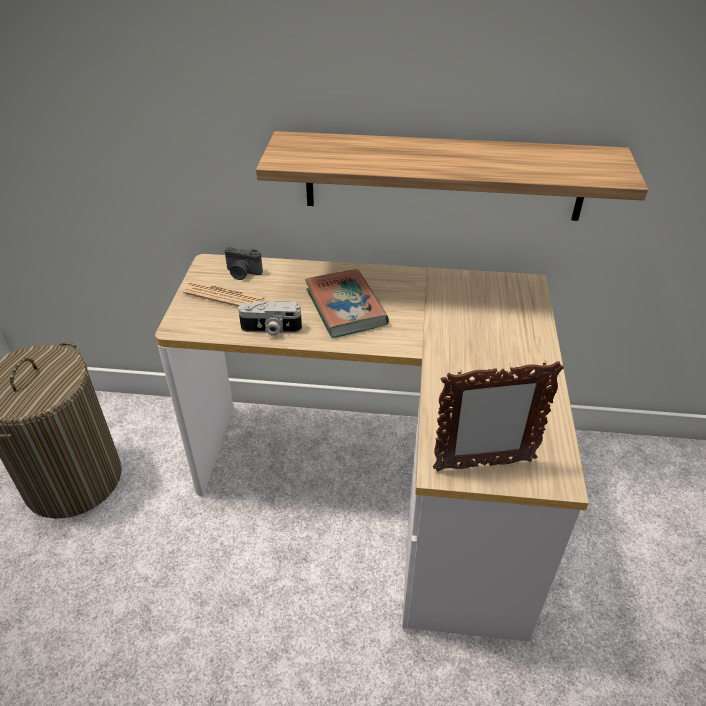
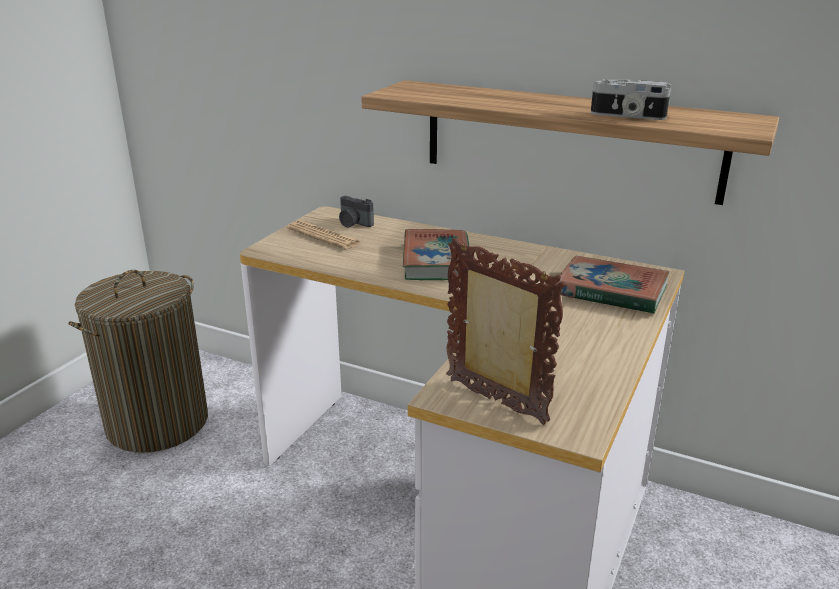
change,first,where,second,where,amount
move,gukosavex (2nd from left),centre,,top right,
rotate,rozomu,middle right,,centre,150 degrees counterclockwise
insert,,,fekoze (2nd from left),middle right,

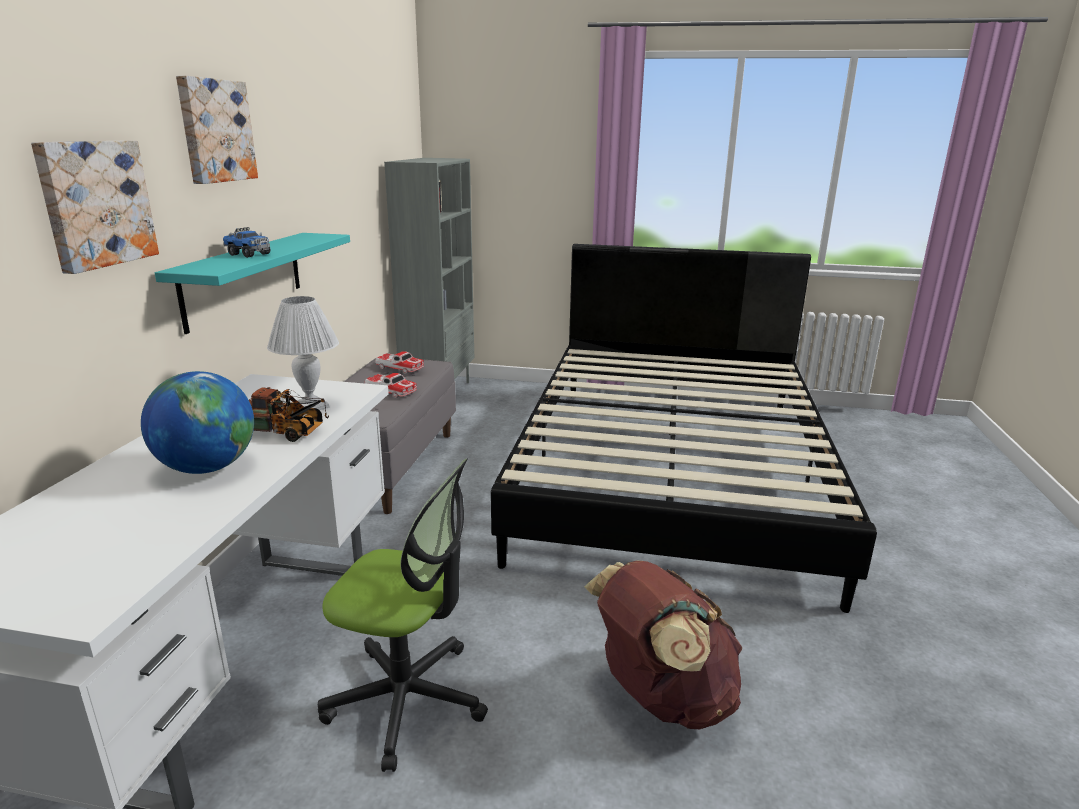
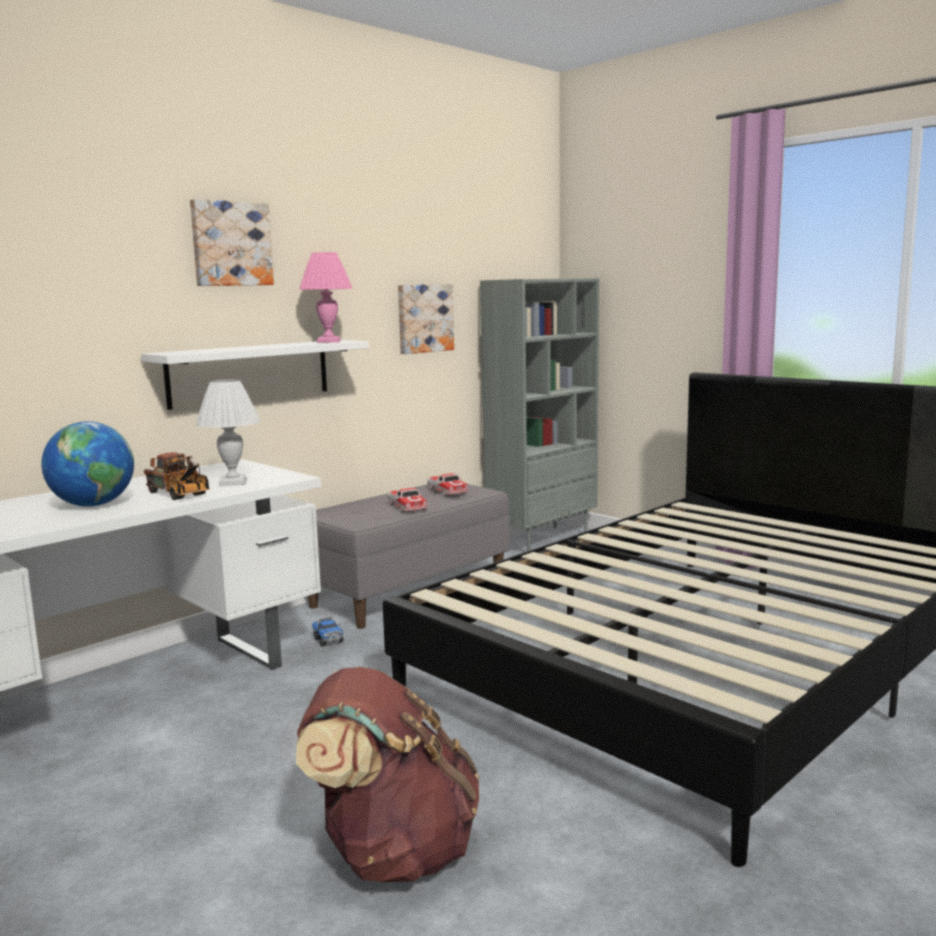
change,first,where,second,where,amount
move,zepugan (1st from left in the first image),top left,zepugan (2nd from left),centre,
recolor,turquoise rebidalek,middle left,white rebidalek,middle left,
move,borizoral (1st from left in the first image),top left,borizoral (2nd from left),bottom centre,
delete,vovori,bottom centre,,,
insert,,,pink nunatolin,top centre,

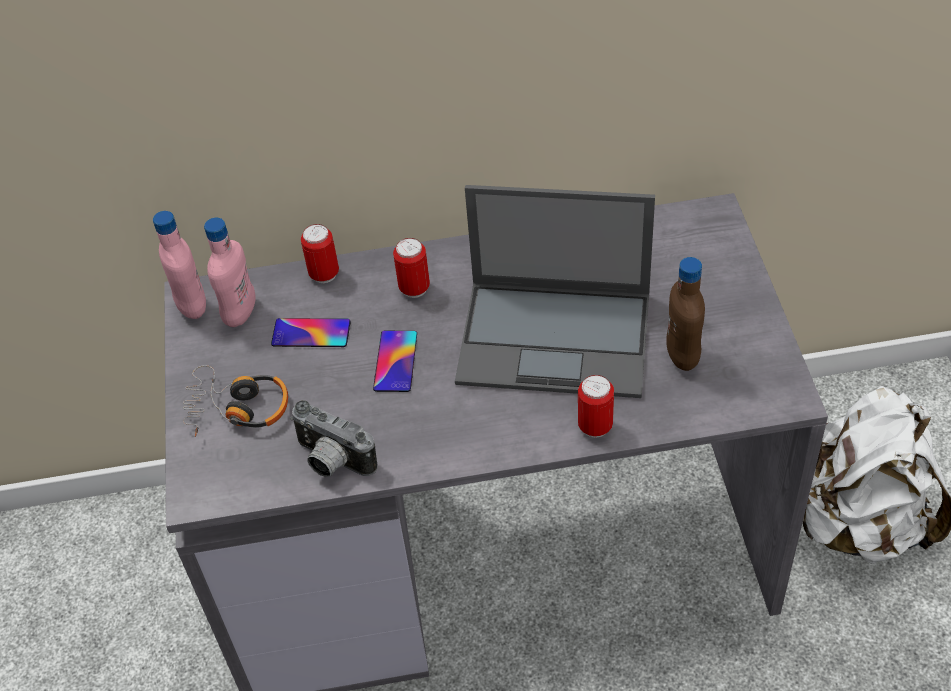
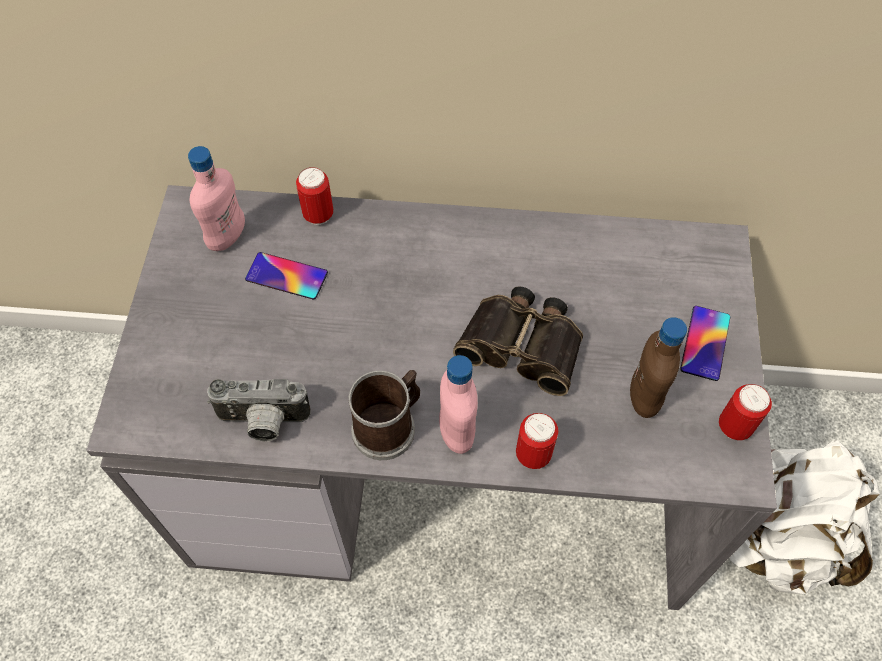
change,first,where,second,where,amount
move,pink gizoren (1st from left in the first image),middle left,pink gizoren (2nd from left),centre,
delete,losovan,middle left,,,
rotate,gukosavex,centre,,middle left,45 degrees counterclockwise
move,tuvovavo (2nd from left),centre,,middle right,
move,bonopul (2nd from left in the first image),centre,bonopul (3rd from left),middle right,
replace,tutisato,centre,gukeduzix,centre,
insert,,,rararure,centre,

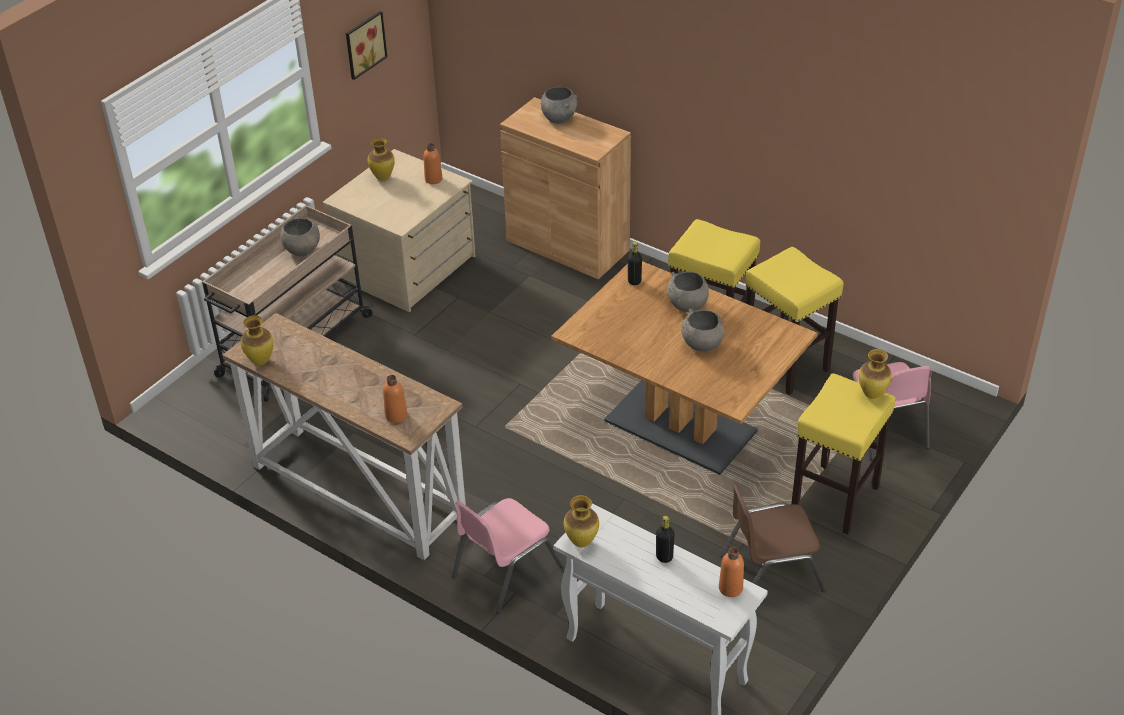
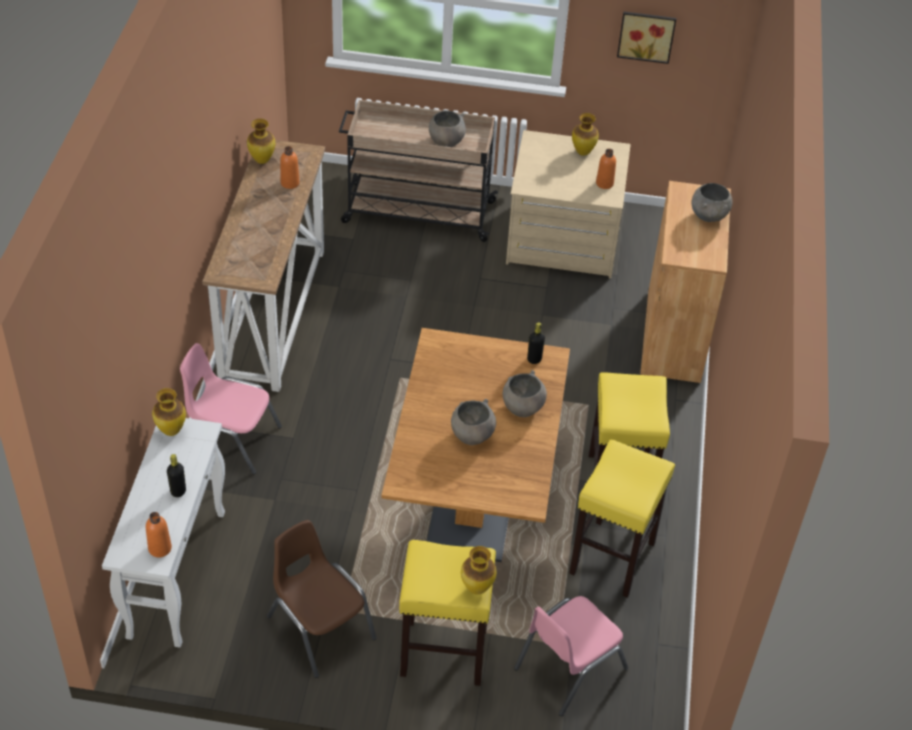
change,first,where,second,where,amount
move,orange gizoren (1st from left in the first image),centre,orange gizoren (2nd from left),top left,

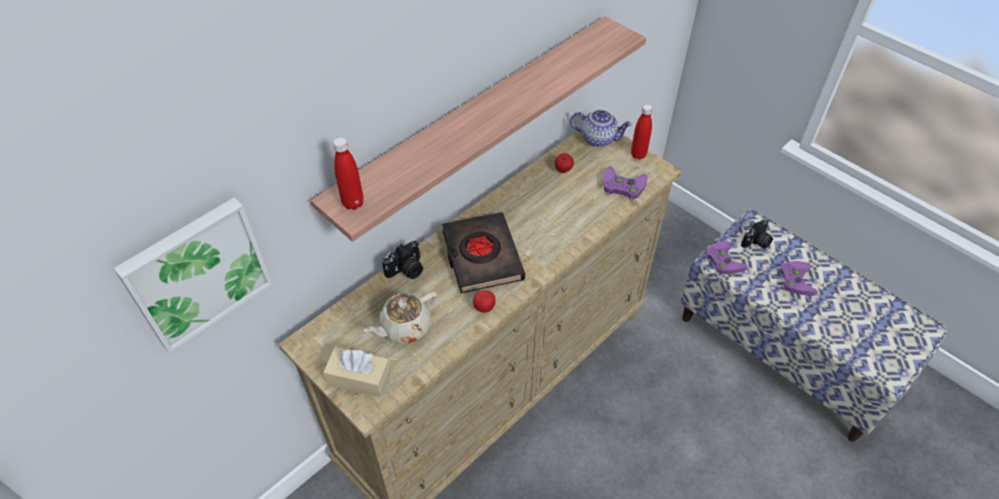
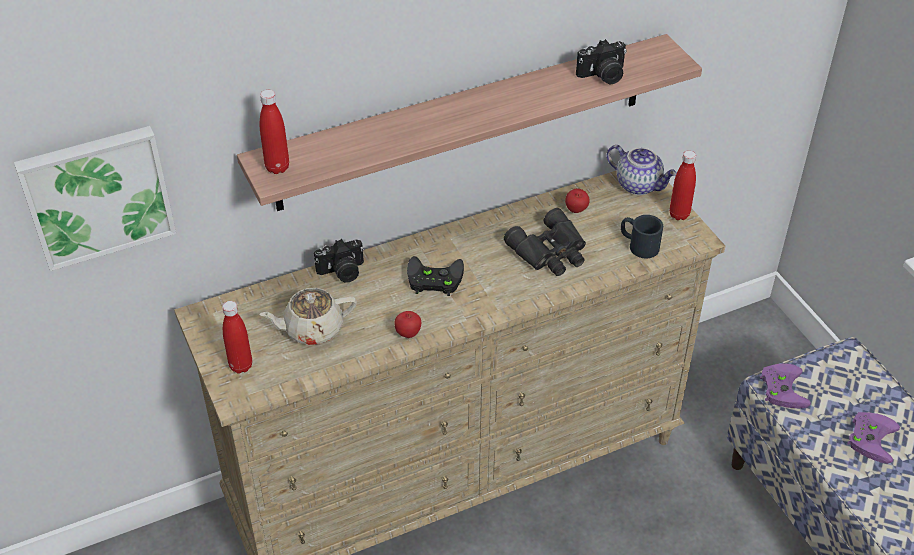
change,first,where,second,where,amount
replace,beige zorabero,bottom centre,red gizoren (1st from left),middle left,
replace,black fekoze,centre,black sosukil,centre,
replace,purple sosukil (1st from left),centre,black rararure,middle right,
move,gukosavex (2nd from left),middle right,,top centre,
insert,,,black gukeduzix,centre,

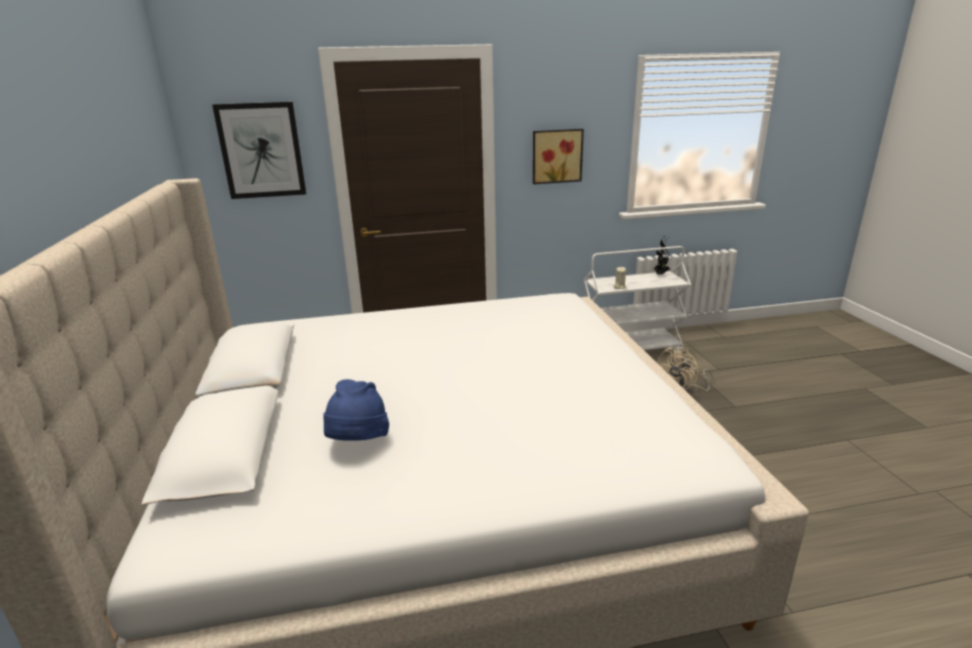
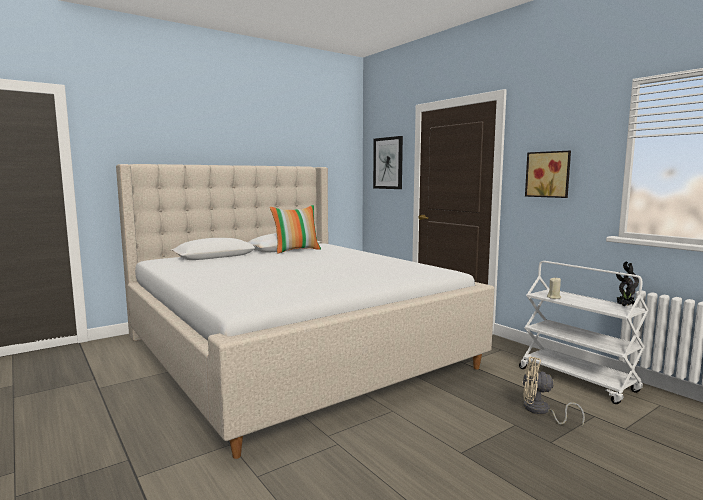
change,first,where,second,where,amount
delete,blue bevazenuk,centre,,,
insert,,,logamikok,centre,

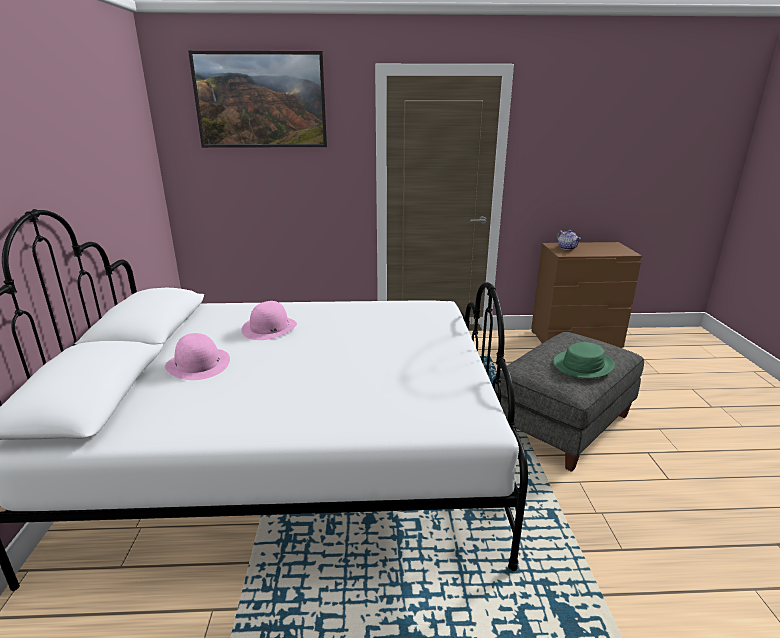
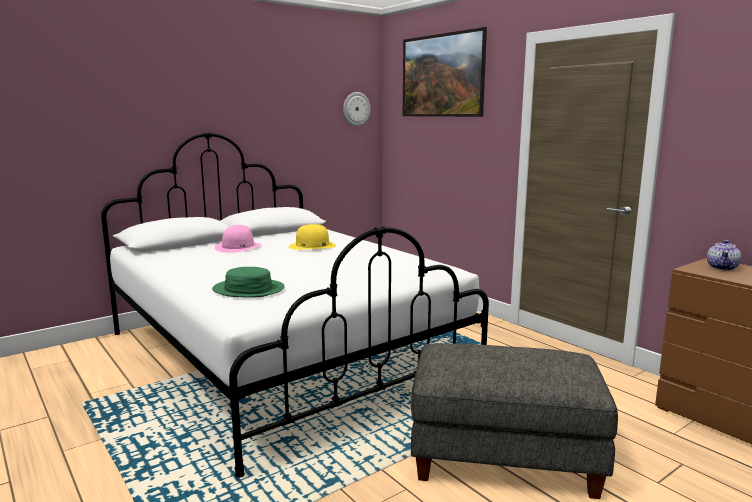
change,first,where,second,where,amount
recolor,pink bevazenuk (2nd from left),centre,yellow bevazenuk,centre,
move,green bevazenuk,middle right,,middle left,
insert,,,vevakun,top centre,

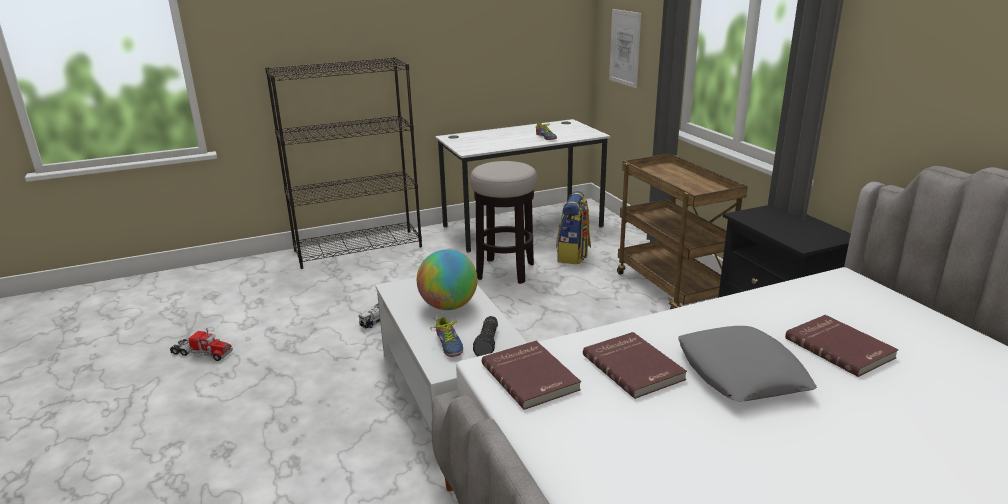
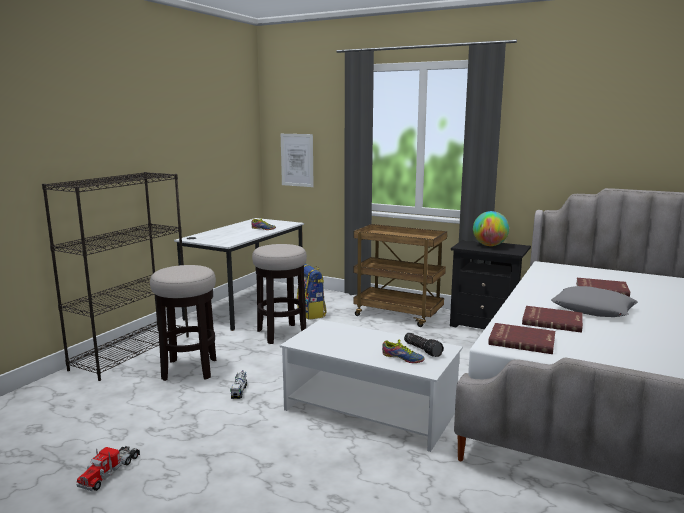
change,first,where,second,where,amount
rotate,borizoral (1st from left),bottom left,,bottom left,135 degrees clockwise
move,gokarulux,centre,,middle right,
insert,,,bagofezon (1st from left),middle left,

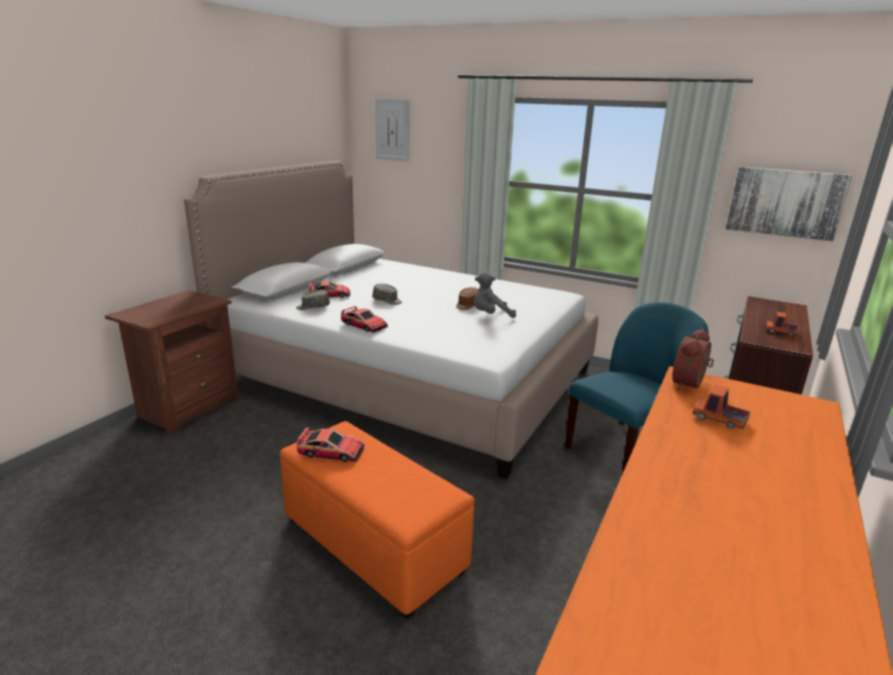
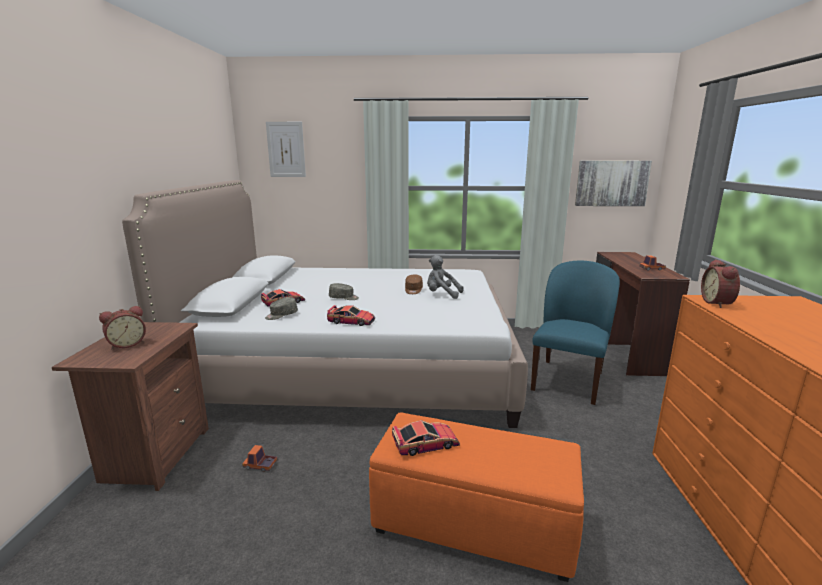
change,first,where,second,where,amount
rotate,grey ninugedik,centre,,centre,60 degrees clockwise
move,borizoral (1st from left),middle right,,bottom left,
insert,,,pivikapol (1st from left),middle left,

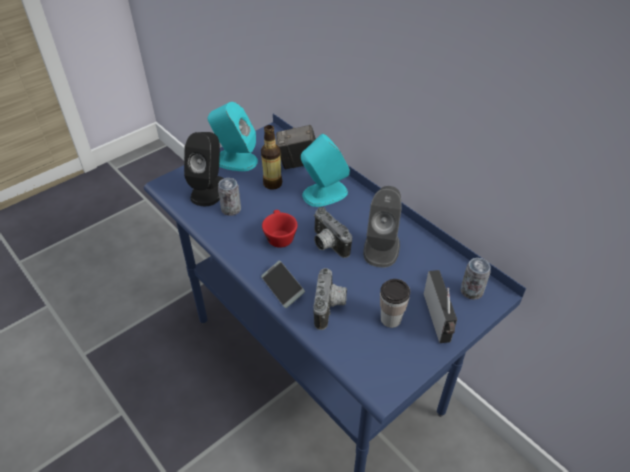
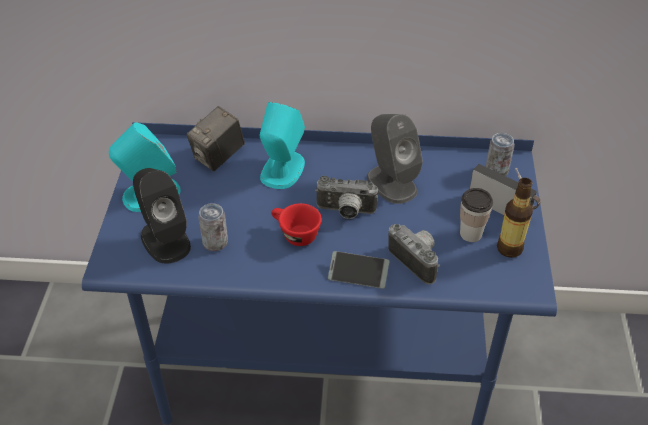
change,first,where,second,where,amount
move,gizoren,top centre,,middle right,

